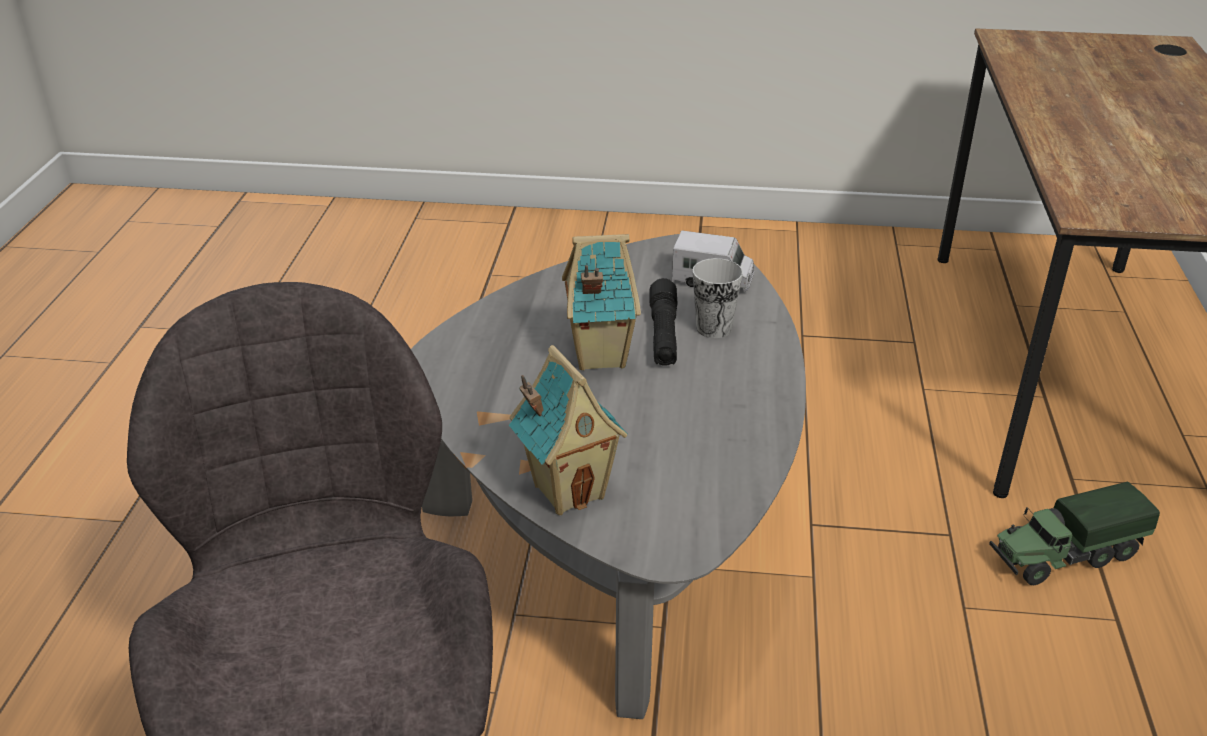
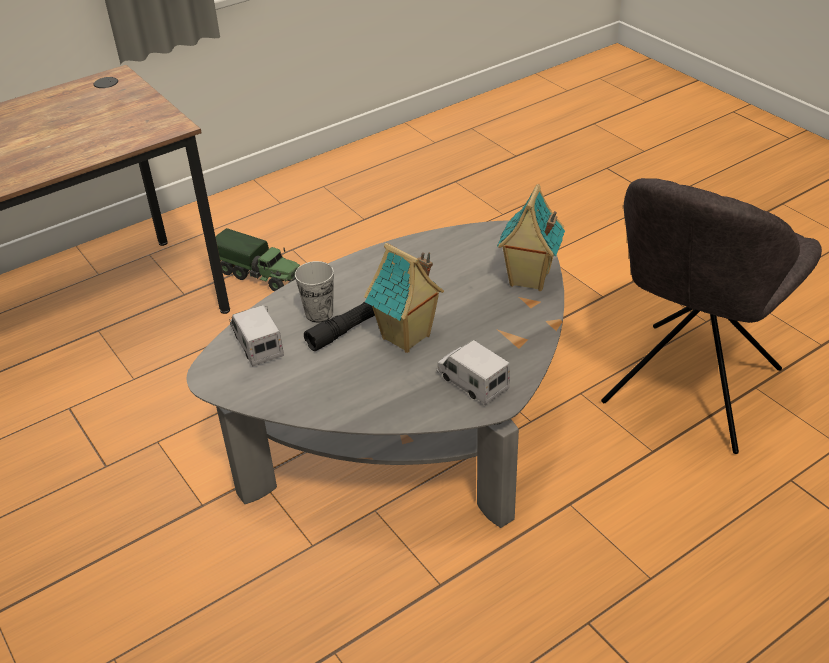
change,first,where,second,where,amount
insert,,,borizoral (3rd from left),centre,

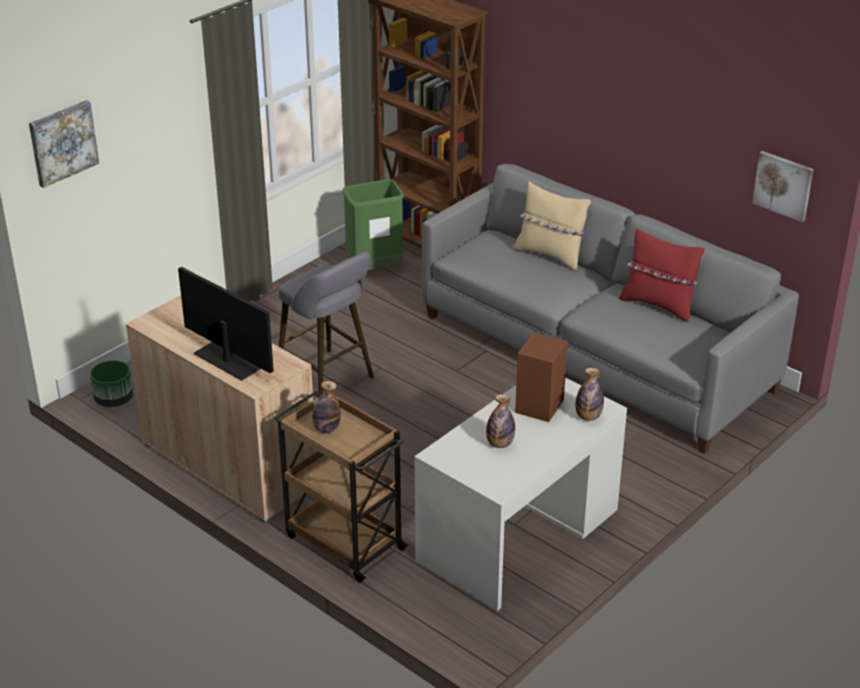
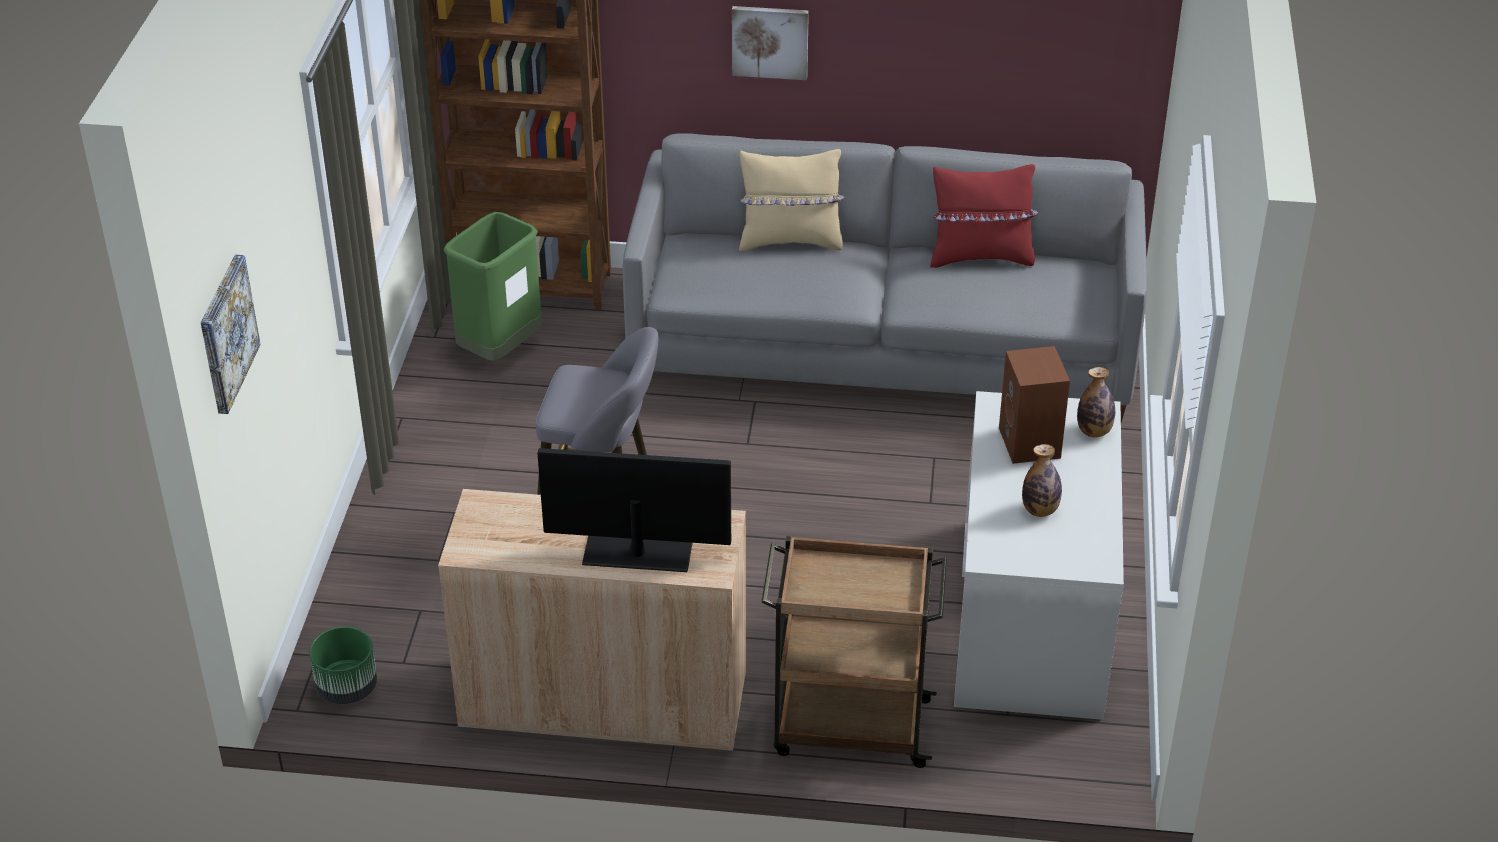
change,first,where,second,where,amount
delete,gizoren (1st from left),centre,,,
move,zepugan (2nd from left),top right,,top centre,

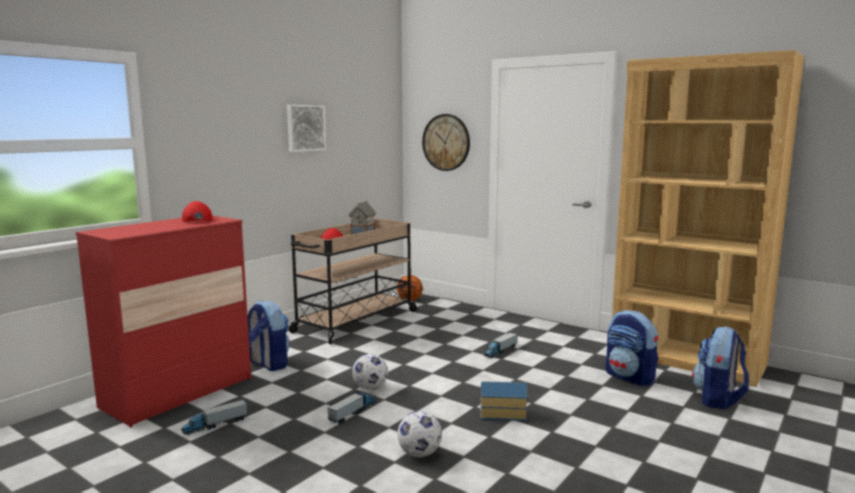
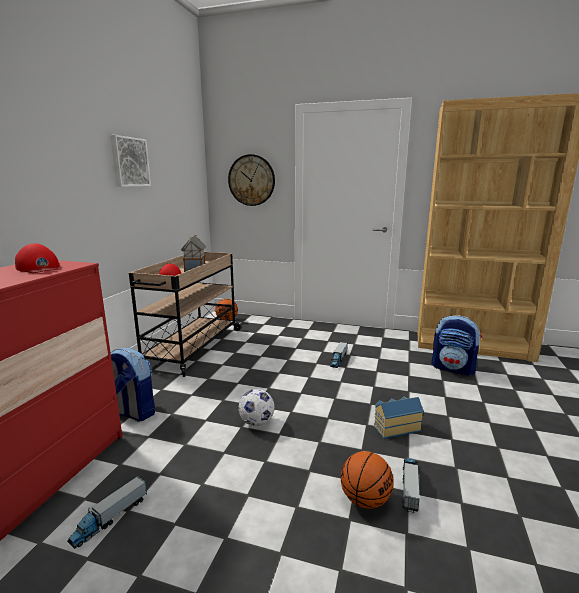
change,first,where,second,where,amount
move,borizoral (2nd from left in the first image),bottom centre,borizoral (3rd from left),bottom right,
replace,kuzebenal (2nd from left),bottom centre,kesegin (2nd from left),bottom centre,
delete,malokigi (3rd from left),bottom right,,,

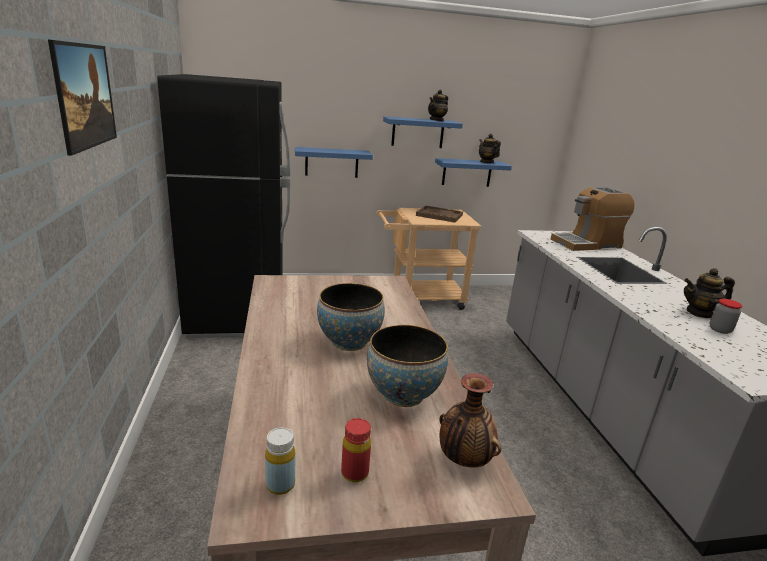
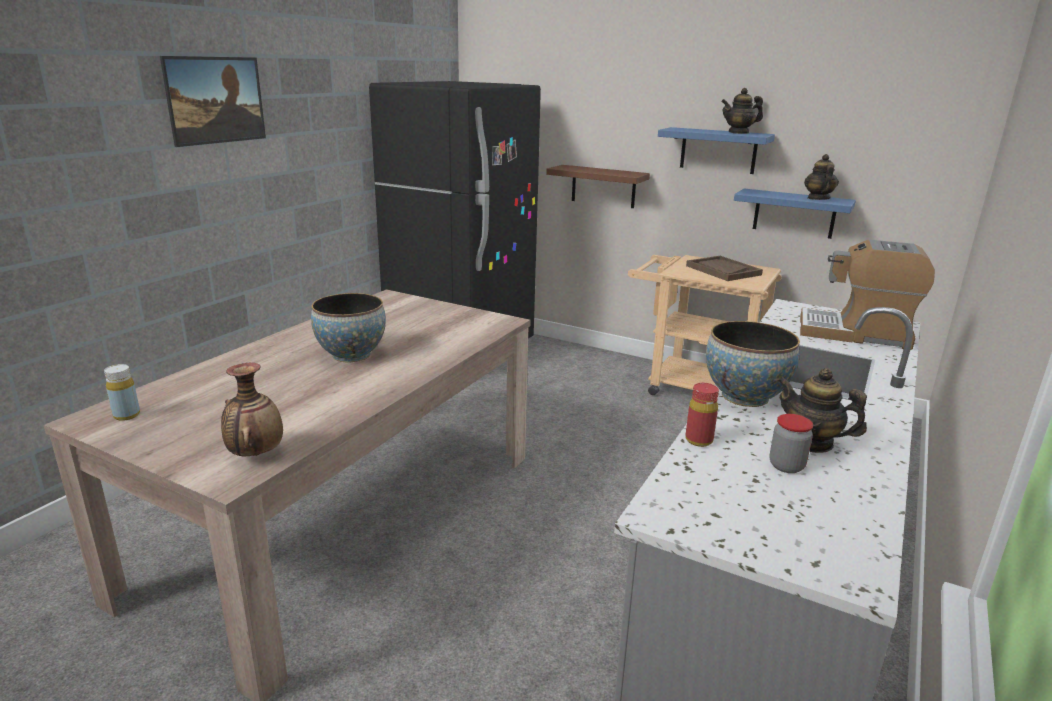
change,first,where,second,where,amount
recolor,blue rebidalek (1st from left),top centre,brown rebidalek,top centre,
move,red gizoren,bottom centre,,middle right,
move,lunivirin (2nd from left),centre,,middle right,

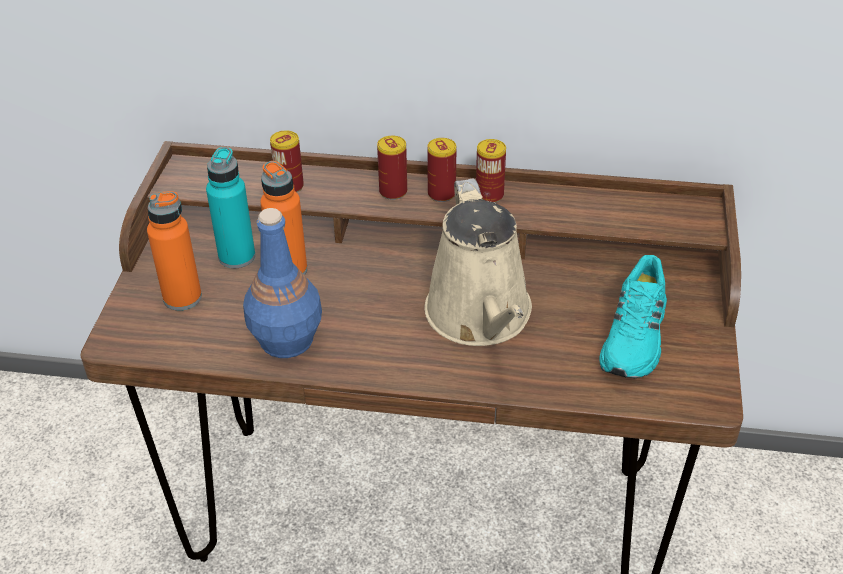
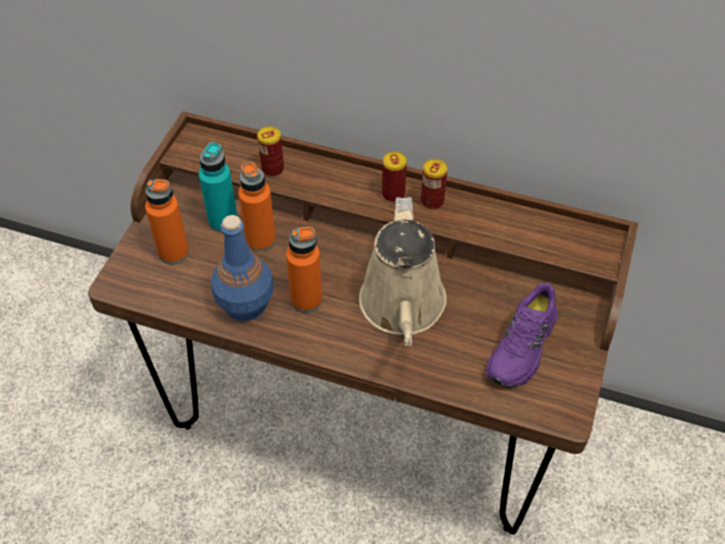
change,first,where,second,where,amount
delete,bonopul (2nd from left),top centre,,,
recolor,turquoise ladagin,middle right,purple ladagin,middle right,
insert,,,orange gizoren (3rd from left),centre,

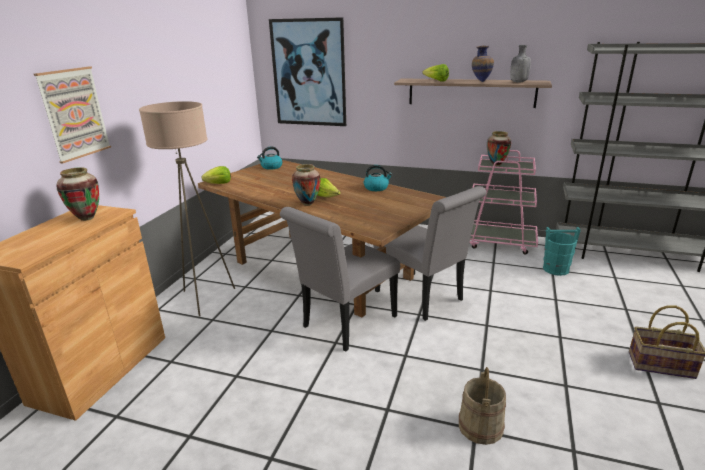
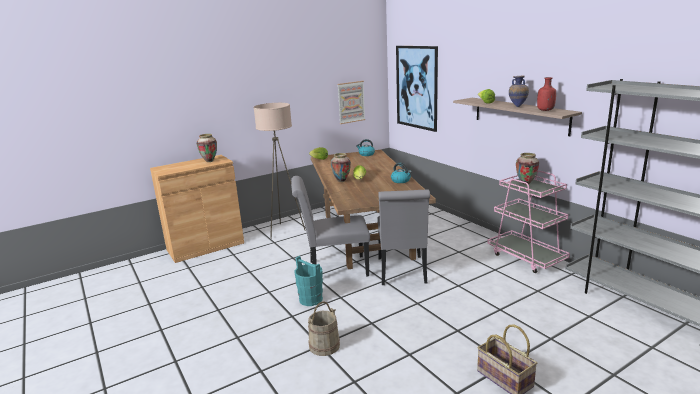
change,first,where,second,where,amount
move,zepugan (1st from left),top left,,top centre,
recolor,grey gizoren,top right,red gizoren,top right,
move,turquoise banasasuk,middle right,,bottom centre,

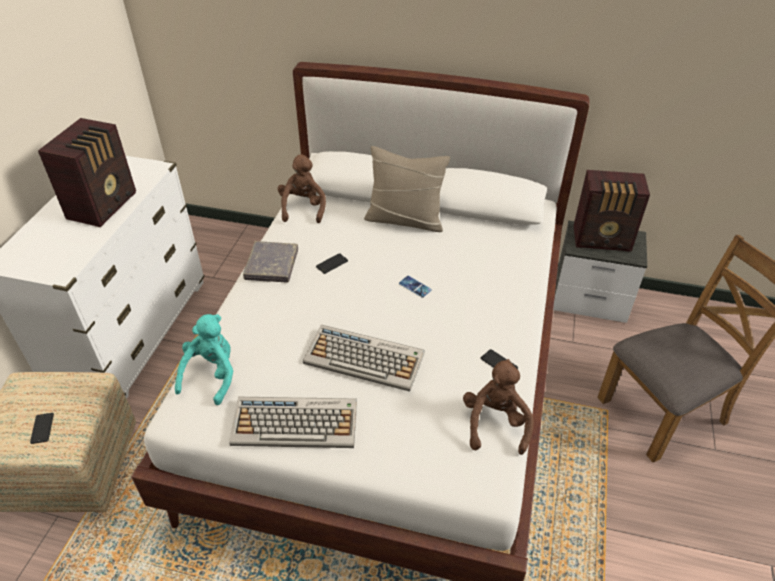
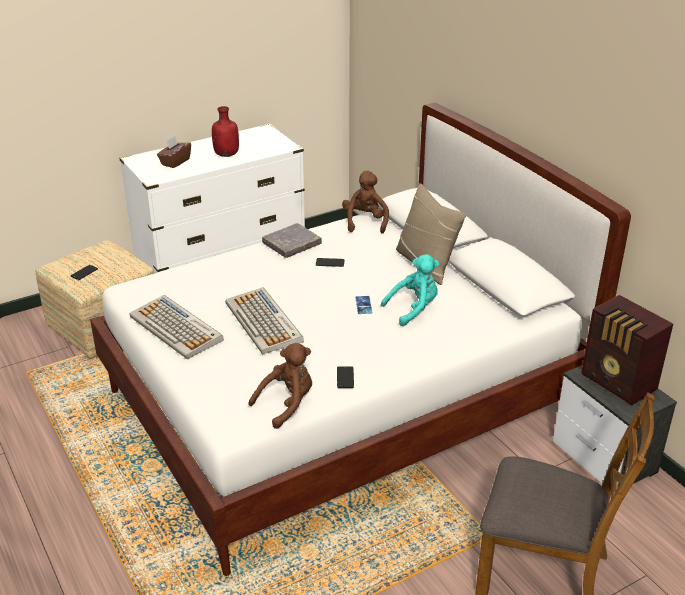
change,first,where,second,where,amount
replace,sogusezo (1st from left),top left,red gizoren,top left,
move,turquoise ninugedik,middle left,,centre,
rotate,brown ninugedik (1st from left in the first image),top centre,brown ninugedik (2nd from left),centre,45 degrees counterclockwise
insert,,,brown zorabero,top left,

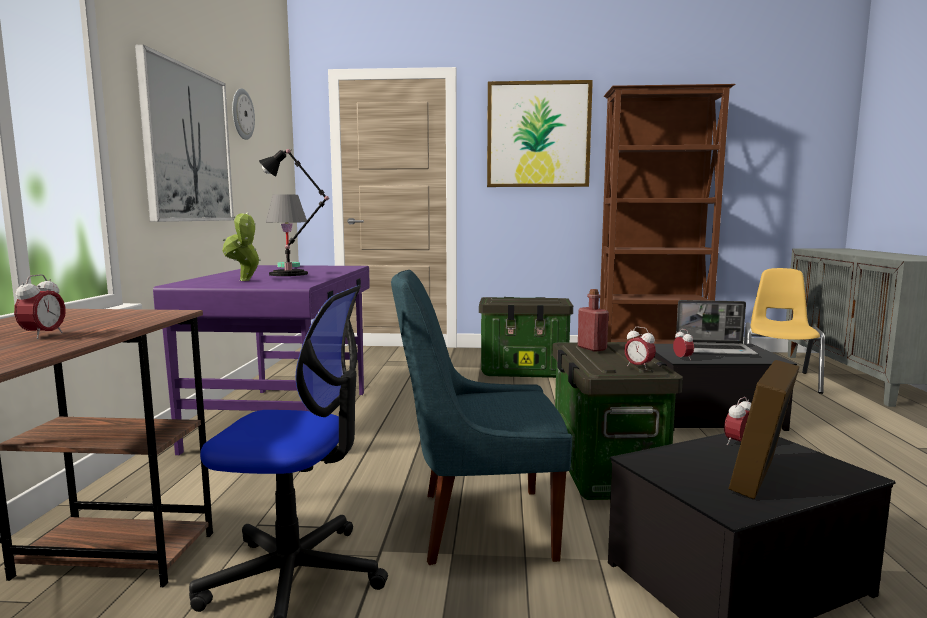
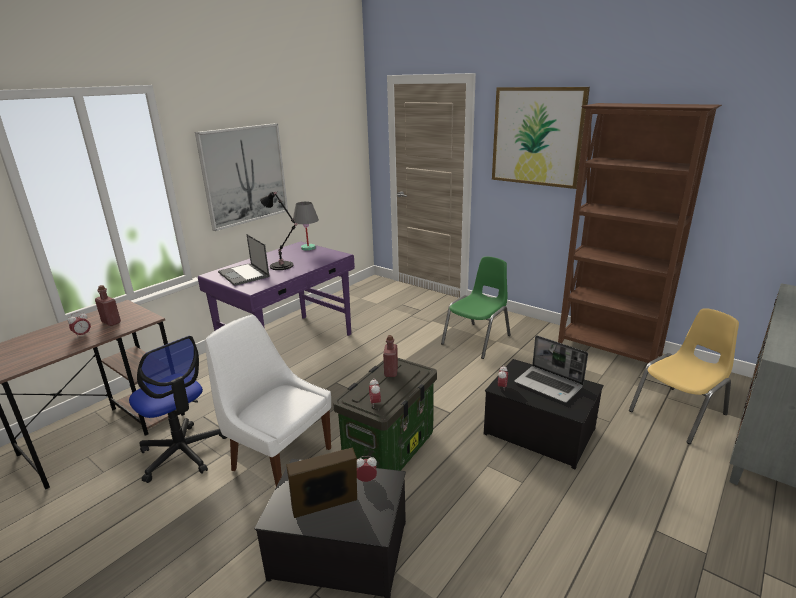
change,first,where,second,where,amount
replace,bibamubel,middle left,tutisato (1st from left),middle left,
delete,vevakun,top left,,,
recolor,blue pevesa,bottom centre,white pevesa,bottom centre,
replace,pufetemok (1st from left),centre,green pevesa,centre,
insert,,,red gizoren (1st from left),middle left,

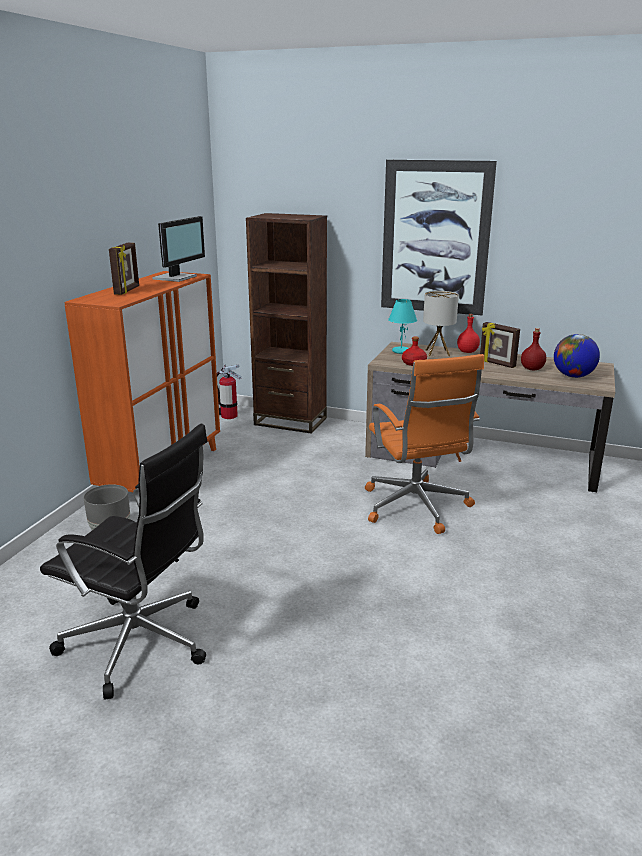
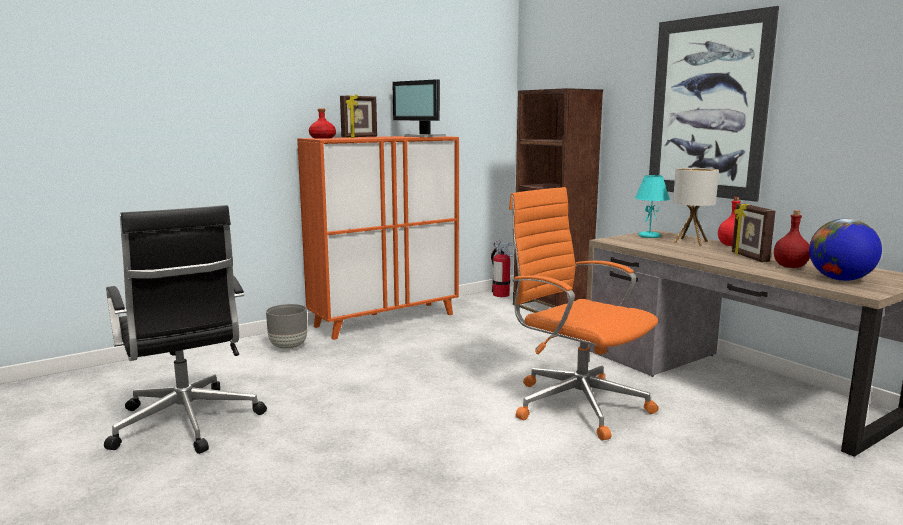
change,first,where,second,where,amount
rotate,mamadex,top left,,top centre,75 degrees clockwise
rotate,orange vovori,centre,,centre,120 degrees clockwise
move,red gizoren (1st from left),centre,,top centre,

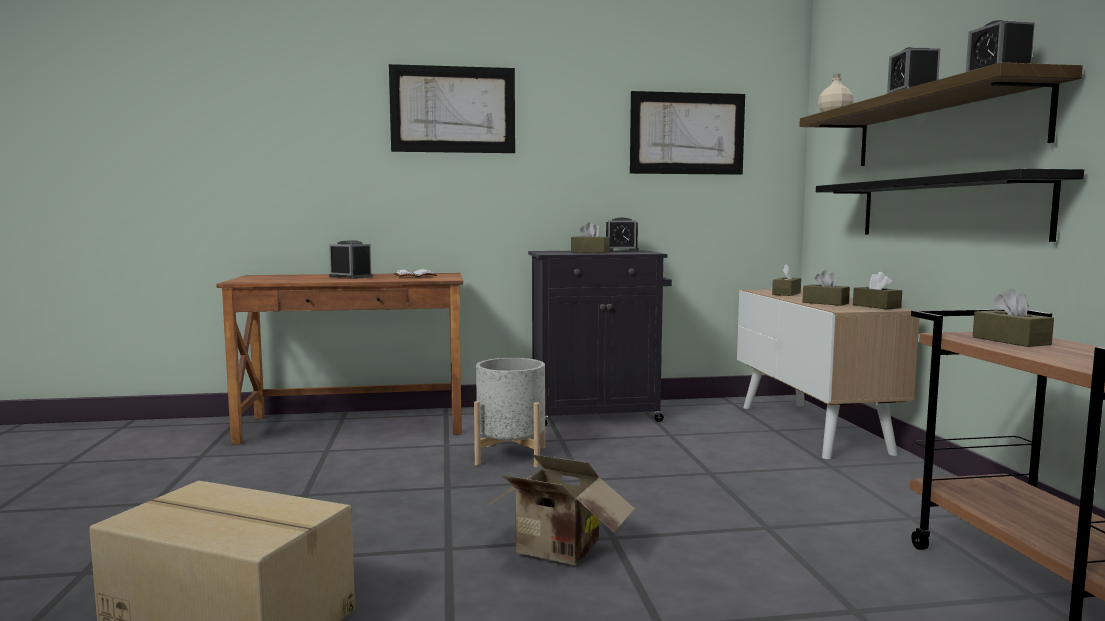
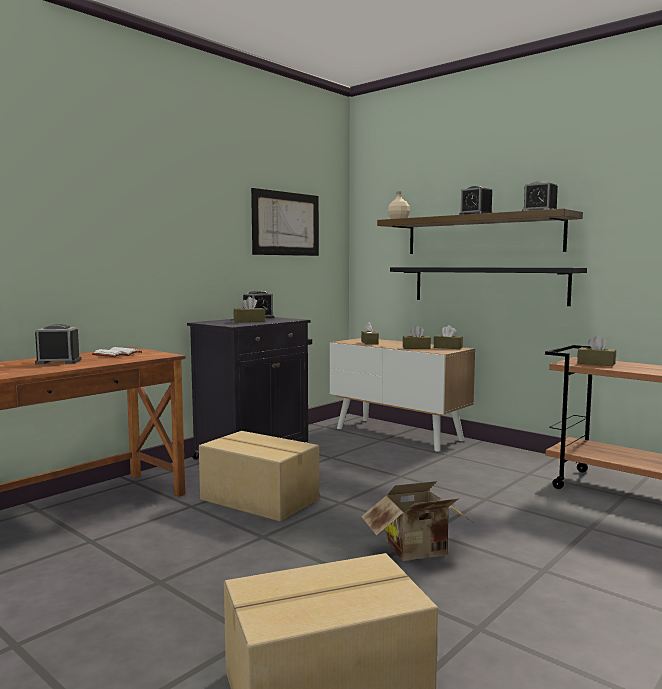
change,first,where,second,where,amount
delete,zepugan (1st from left),top centre,,,
replace,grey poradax,centre,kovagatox (1st from left),bottom centre,

